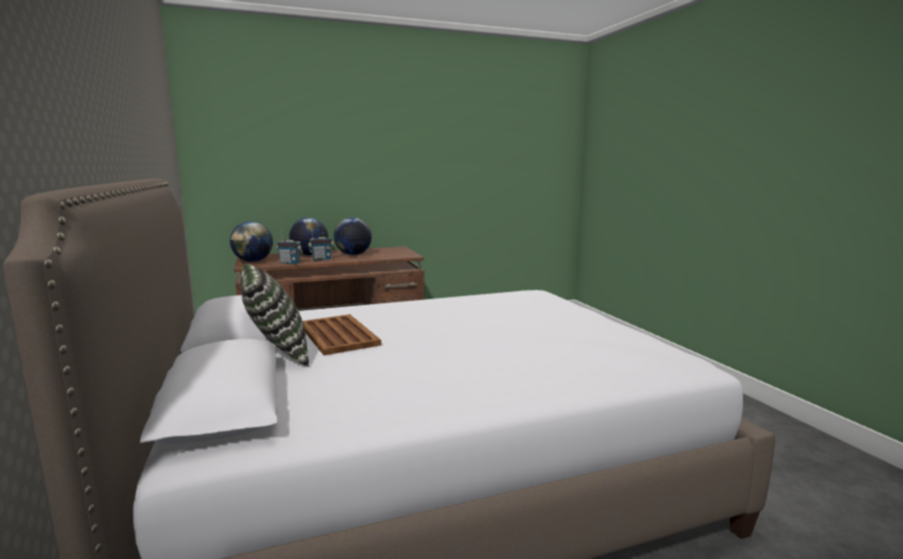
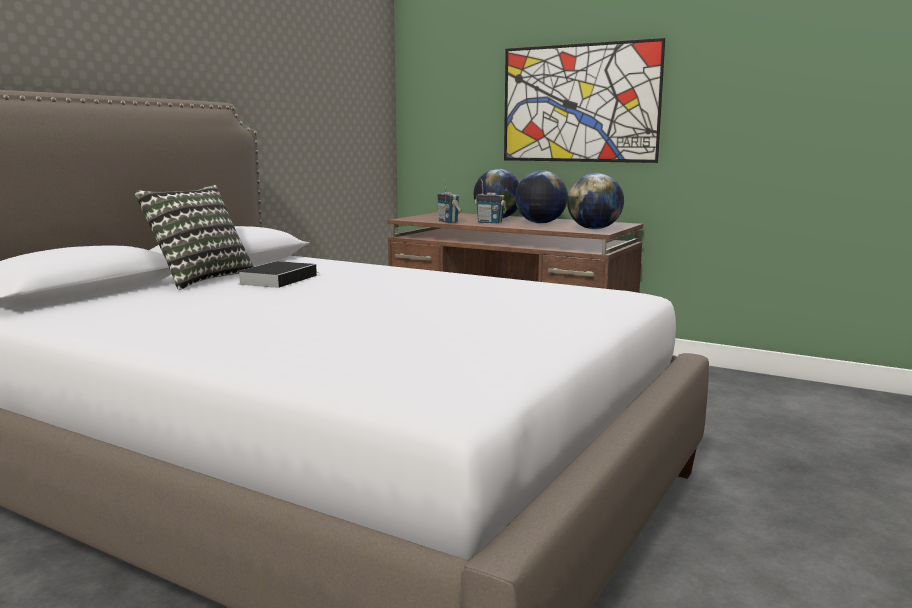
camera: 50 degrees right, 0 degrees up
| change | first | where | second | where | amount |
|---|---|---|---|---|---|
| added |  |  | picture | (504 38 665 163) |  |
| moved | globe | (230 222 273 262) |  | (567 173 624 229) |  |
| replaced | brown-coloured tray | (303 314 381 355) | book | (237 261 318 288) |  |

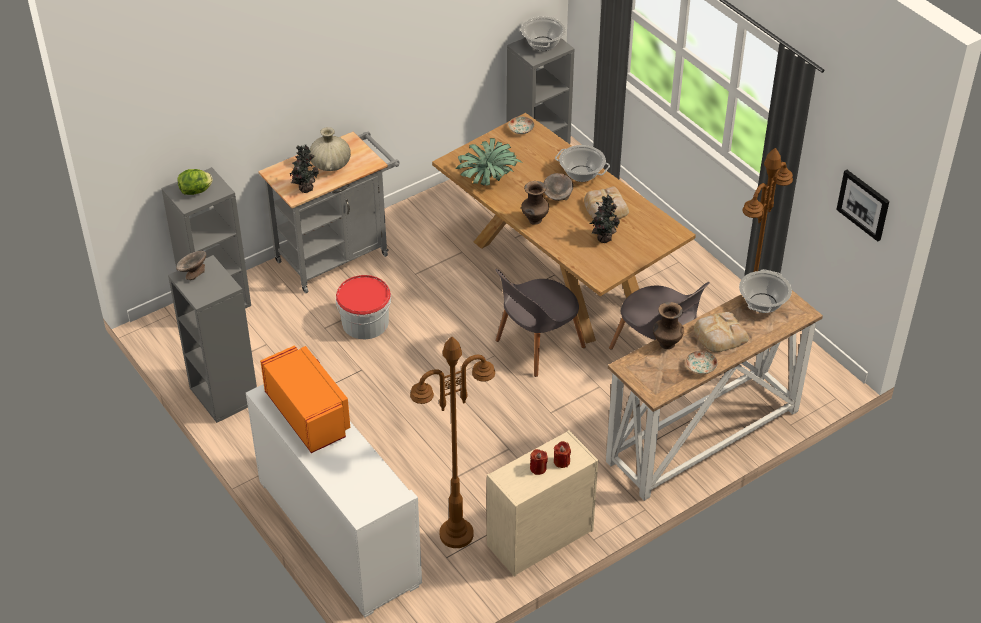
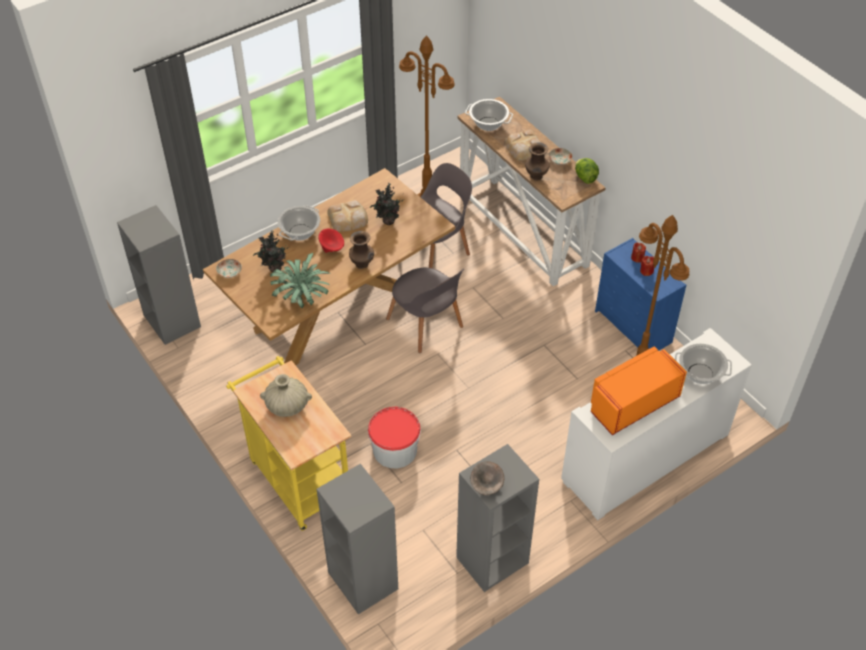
camera: 90 degrees left, 5 degrees up
| change | first | where | second | where | amount |
|---|---|---|---|---|---|
| removed | picture | (836 170 889 241) |  |  |  |
| moved | lettuce head | (178 169 213 195) |  | (575 158 599 184) |  |
| moved | houseplant | (289 144 318 193) |  | (253 230 289 272) |  |
| moved | cooking pot | (521 16 566 51) |  | (675 344 732 384) |  |
| recoloured | gray wheeled cart | (258 131 400 293) | yellowish wheeled cart | (226 356 351 531) |  |
| recoloured | beige drawer chest | (487 430 598 577) | blue-coloured drawer chest | (595 238 686 351) |  |
| recoloured | gray bowl | (544 173 573 201) | red bowl | (318 228 344 253) |  |

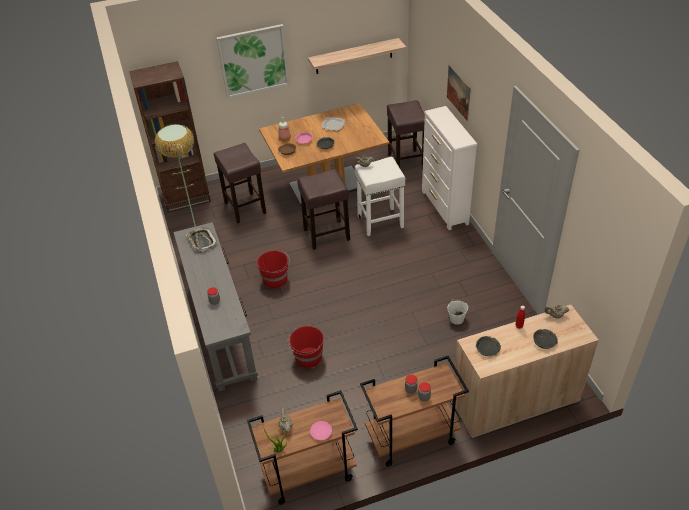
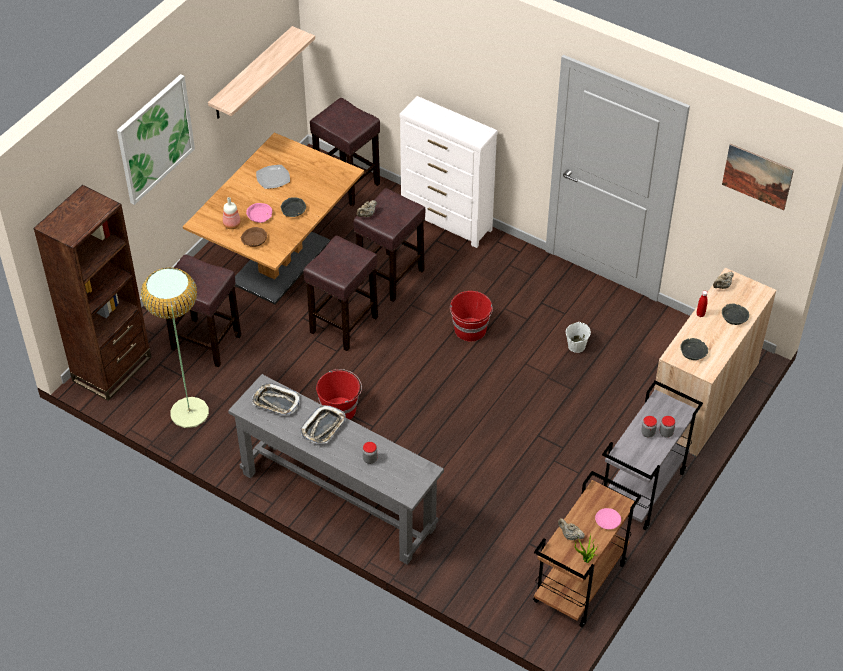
camera: 40 degrees left, 5 degrees up
| change | first | where | second | where | amount |
|---|---|---|---|---|---|
| added |  |  | tray | (300 405 346 444) |  |
| moved | red pail | (288 326 324 368) |  | (450 291 493 341) |  |
| moved | picture | (447 65 471 121) |  | (722 144 794 210) |  |
| recoloured | whitish stool | (355 157 405 236) | brown-coloured stool | (353 188 426 302) |  |
| recoloured | brown-coloured wheeled cart | (360 356 469 467) | gray wheeled cart | (602 380 703 530) |  |

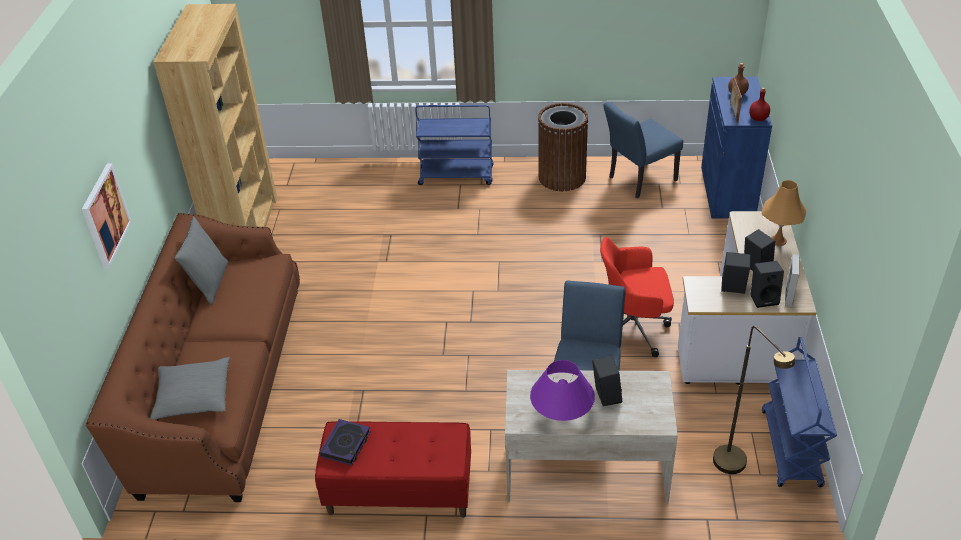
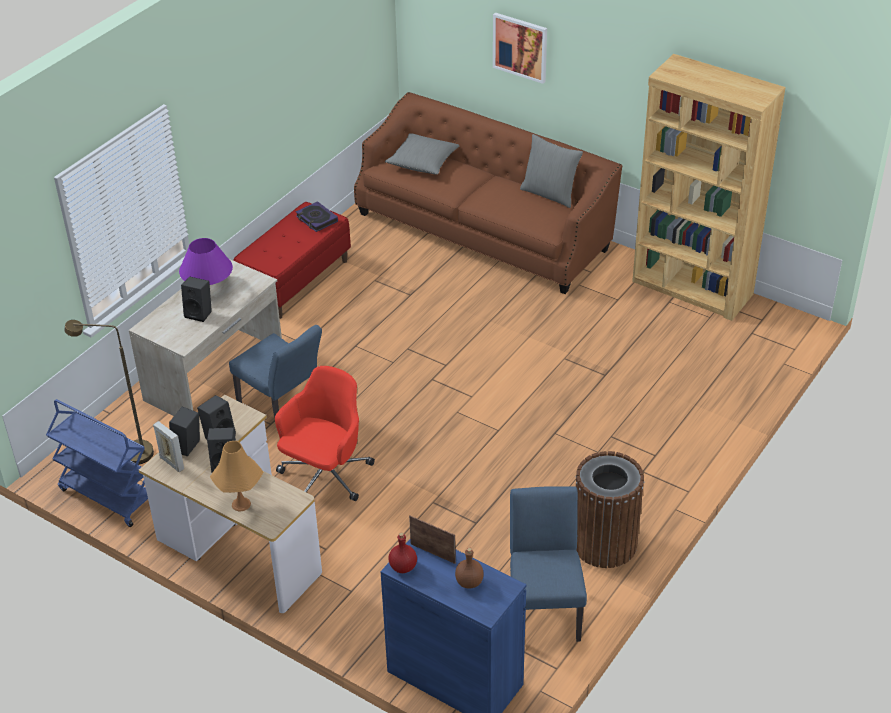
camera: 120 degrees right, 0 degrees up
| change | first | where | second | where | amount |
|---|---|---|---|---|---|
| removed | blue-coloured wheeled cart | (415 105 494 185) |  |  |  |

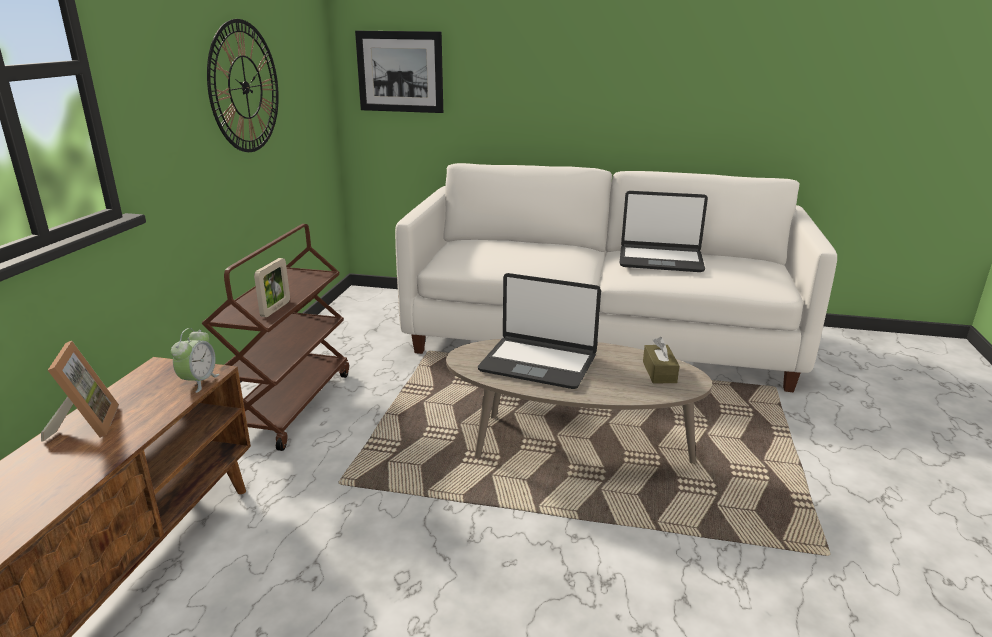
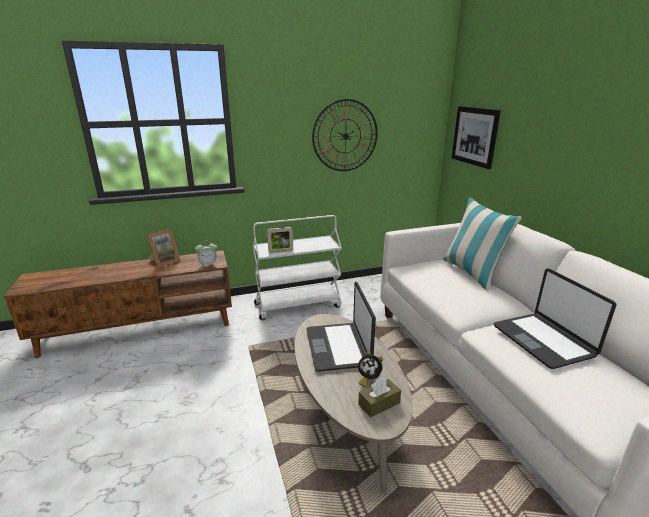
camera: 60 degrees right, 0 degrees up
| change | first | where | second | where | amount |
|---|---|---|---|---|---|
| added |  |  | alarm clock | (358 351 383 387) |  |
| added |  |  | throw pillow | (443 197 522 291) |  |
| recoloured | brown-coloured wheeled cart | (202 224 349 451) | whitish wheeled cart | (253 215 342 320) |  |

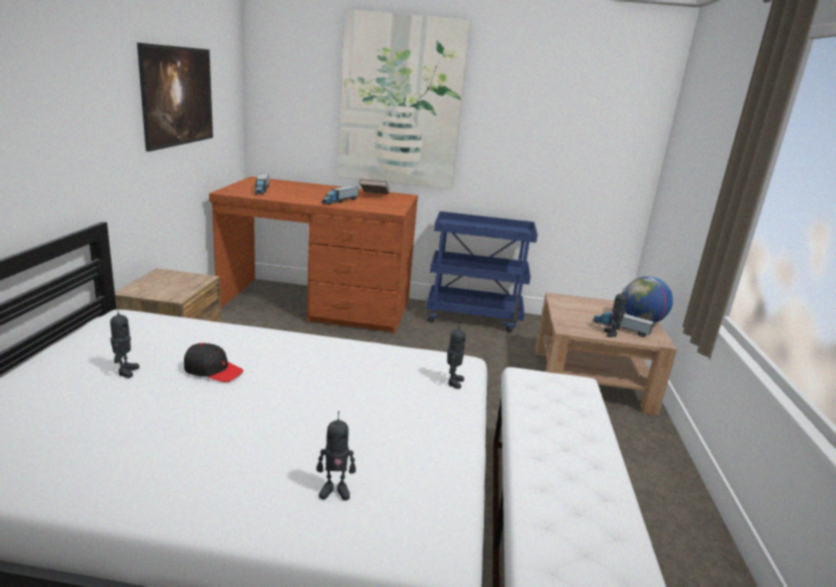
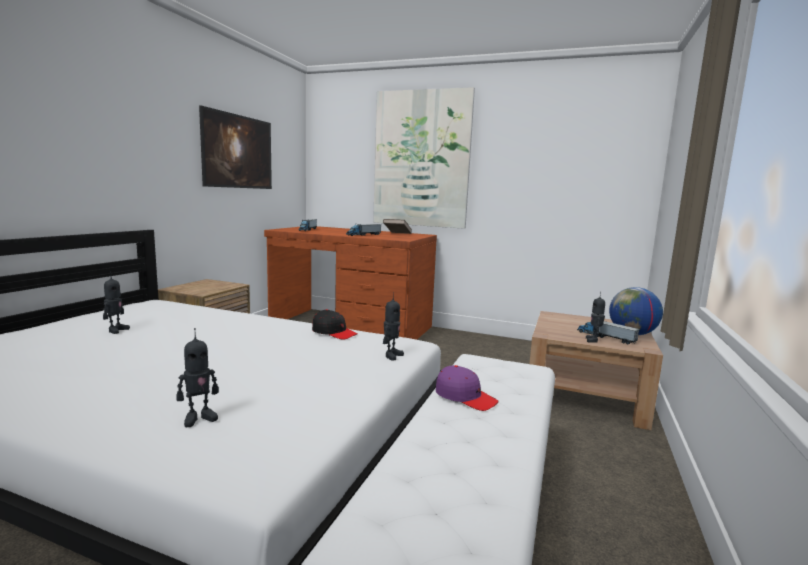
camera: 15 degrees right, 10 degrees down
| change | first | where | second | where | amount |
|---|---|---|---|---|---|
| removed | blue-coloured wheeled cart | (426 211 538 332) |  |  |  |
| added |  |  | purplish peaked cap | (436 365 499 411) |  |
| moved | black-coloured peaked cap | (184 343 243 382) |  | (312 309 358 340) |  |
| turned | robot figure | (317 411 356 500) |  | (176 328 219 427) | 45 degrees counterclockwise |

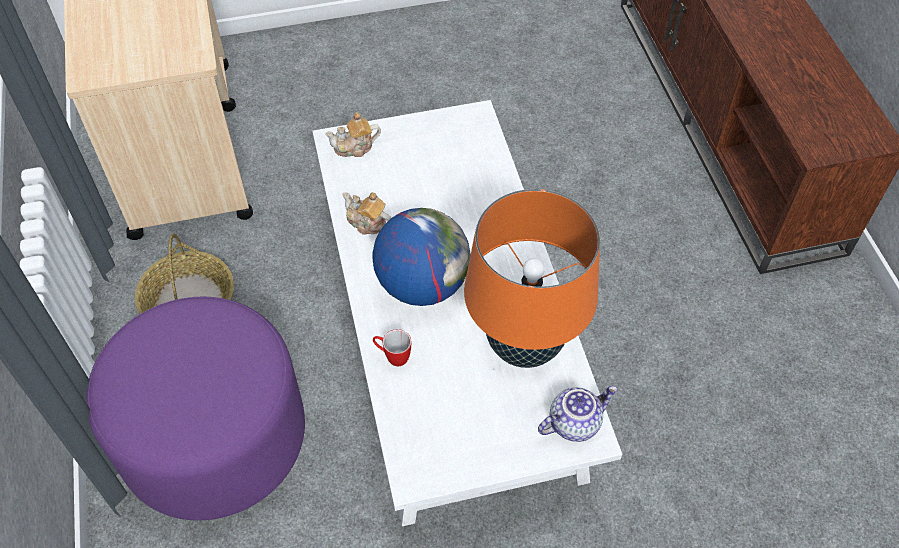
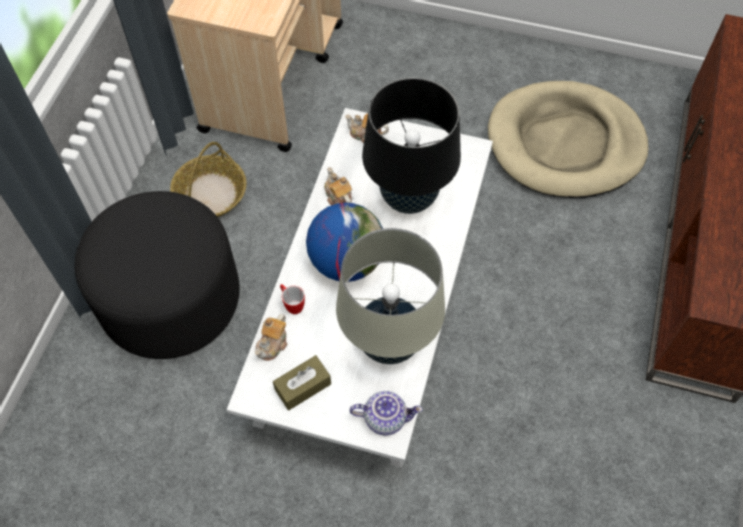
camera: 30 degrees right, 5 degrees up
| change | first | where | second | where | amount |
|---|---|---|---|---|---|
| added |  |  | teapot | (254 314 287 361) |  |
| added |  |  | brown-coloured box of tissues | (273 355 331 410) |  |
| added |  |  | black-coloured lamp for a table | (362 78 461 214) |  |
| added |  |  | beige pet bed | (488 81 648 198) |  |
| recoloured | purplish ottoman | (86 297 305 520) | black-coloured ottoman | (75 191 240 359) |  |
| recoloured | orange lamp for a table | (464 189 600 368) | beige lamp for a table | (336 228 445 364) |  |

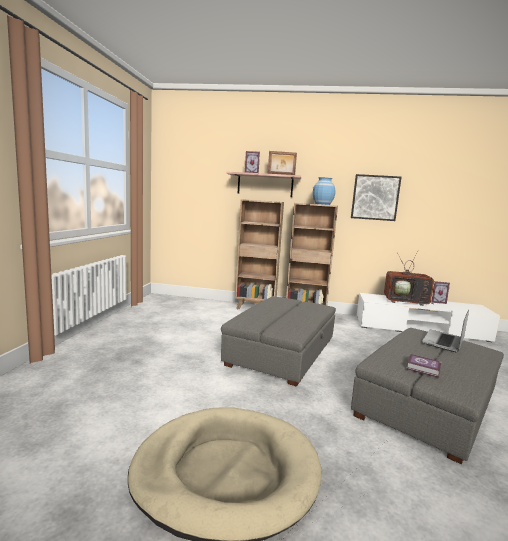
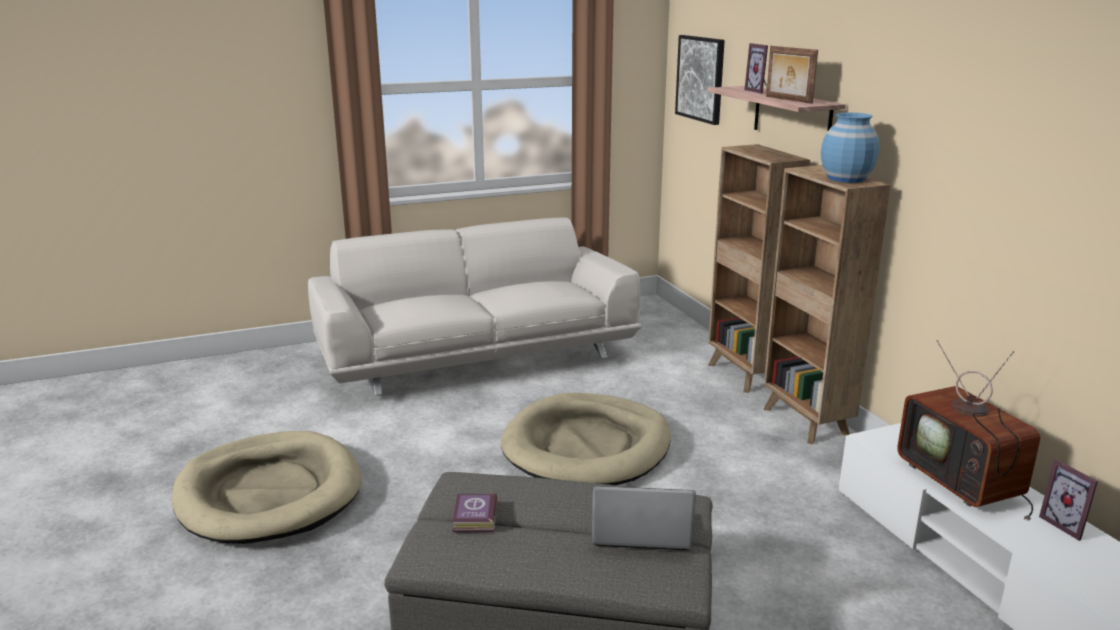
camera: 60 degrees right, 10 degrees up
| change | first | where | second | where | amount |
|---|---|---|---|---|---|
| added |  |  | whitish couch | (308 217 642 395) |  |
| moved | picture | (351 174 402 221) |  | (675 35 725 125) |  |
| replaced | gray ottoman | (221 296 336 386) | beige pet bed | (501 393 671 485) |  |

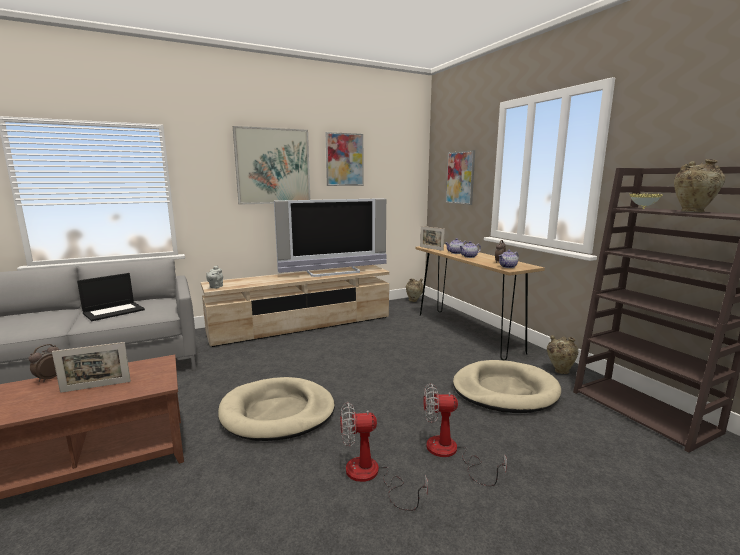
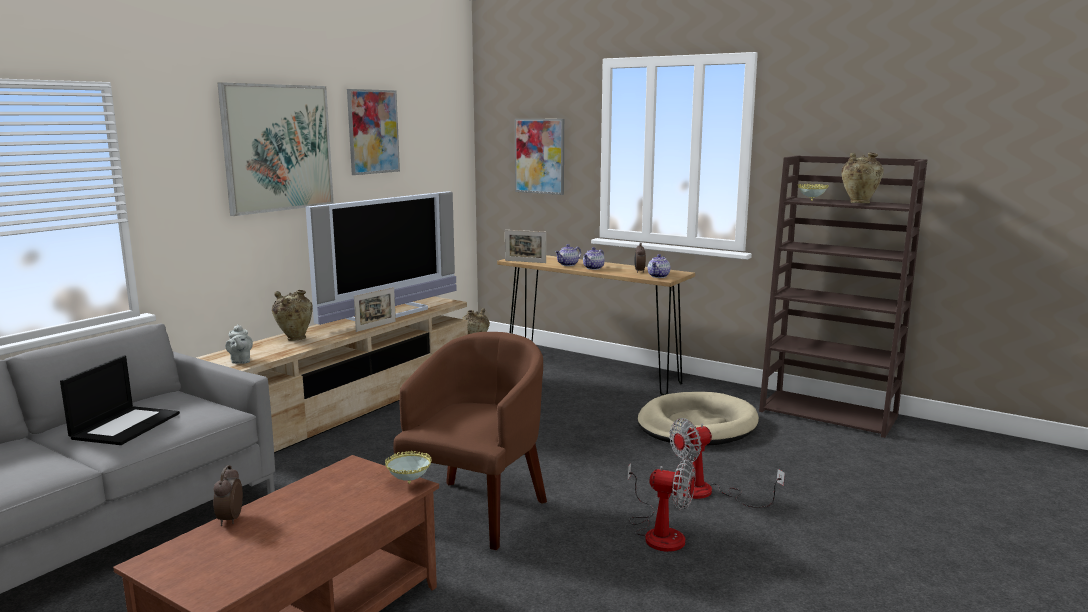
camera: 30 degrees left, 0 degrees up
| change | first | where | second | where | amount |
|---|---|---|---|---|---|
| added |  |  | bowl | (385 451 432 484) |  |
| moved | standing frame | (52 342 131 393) |  | (354 287 396 332) |  |
| moved | beige vase | (547 335 578 374) |  | (272 290 313 341) |  |
| replaced | beige pet bed | (218 377 335 441) | brown-coloured lounge chair | (393 332 547 550) |  |
| turned | electric fan | (340 402 428 511) |  | (628 459 696 552) | 120 degrees counterclockwise |

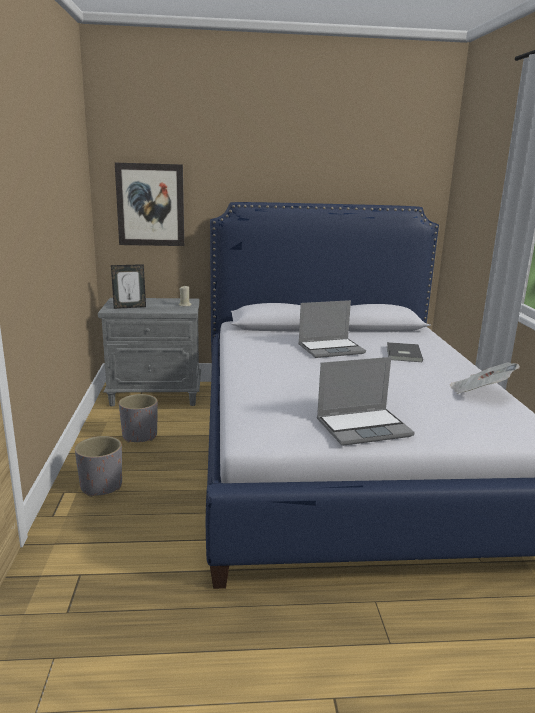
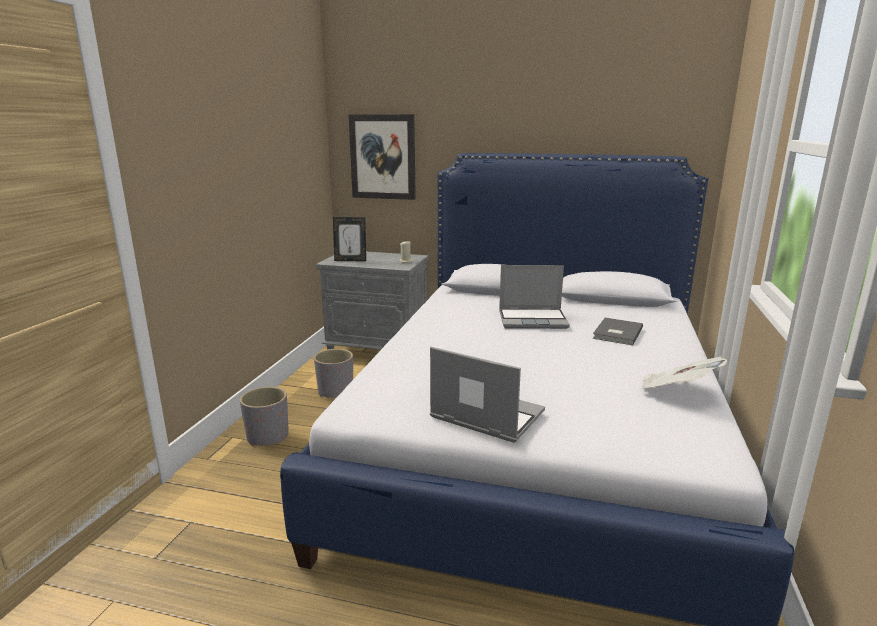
camera: 20 degrees right, 0 degrees up
| change | first | where | second | where | amount |
|---|---|---|---|---|---|
| turned | portable computer | (317 357 415 446) |  | (430 347 545 443) | 150 degrees counterclockwise |

